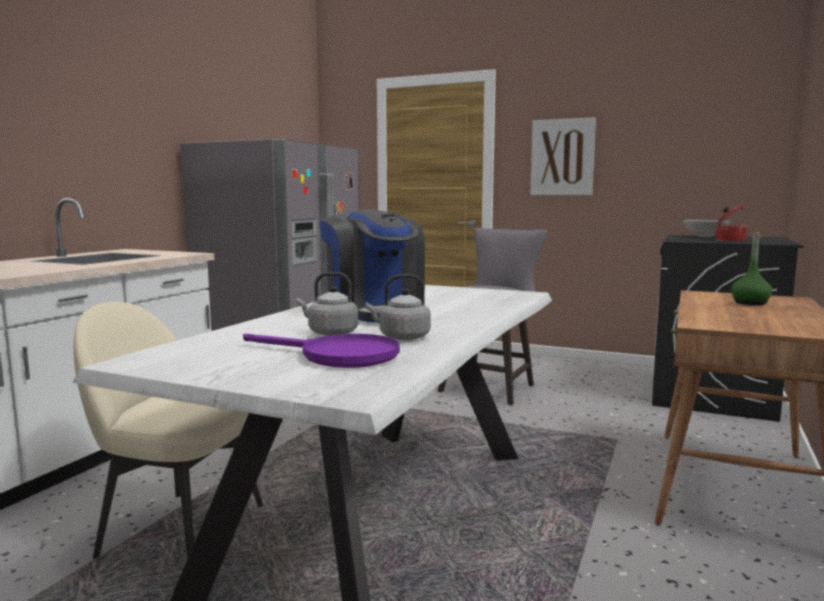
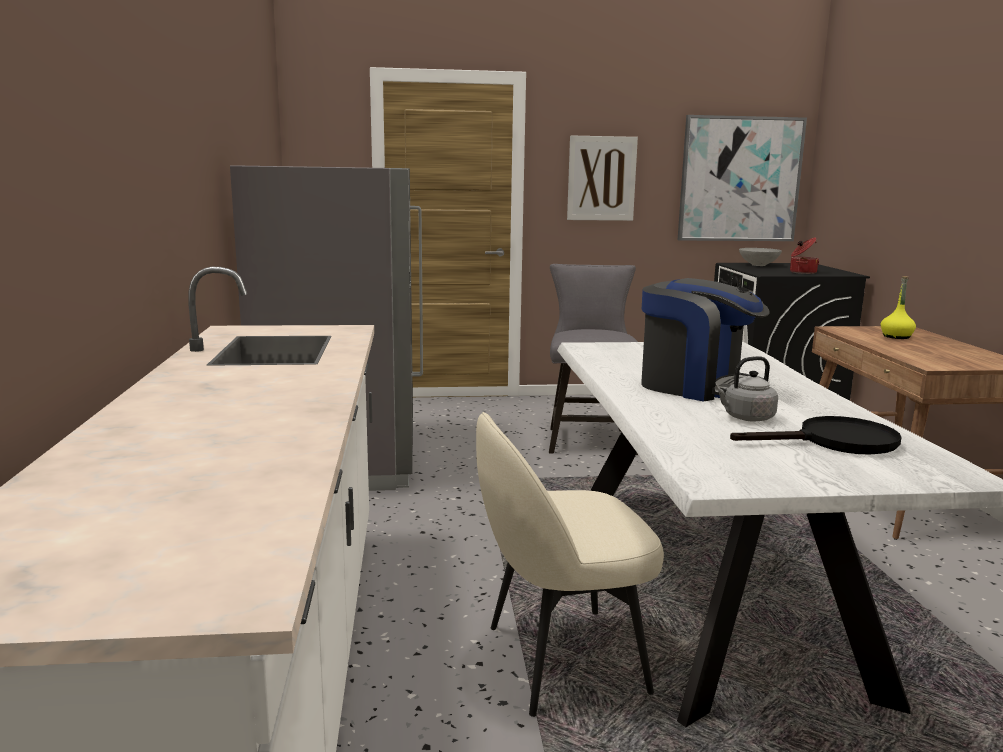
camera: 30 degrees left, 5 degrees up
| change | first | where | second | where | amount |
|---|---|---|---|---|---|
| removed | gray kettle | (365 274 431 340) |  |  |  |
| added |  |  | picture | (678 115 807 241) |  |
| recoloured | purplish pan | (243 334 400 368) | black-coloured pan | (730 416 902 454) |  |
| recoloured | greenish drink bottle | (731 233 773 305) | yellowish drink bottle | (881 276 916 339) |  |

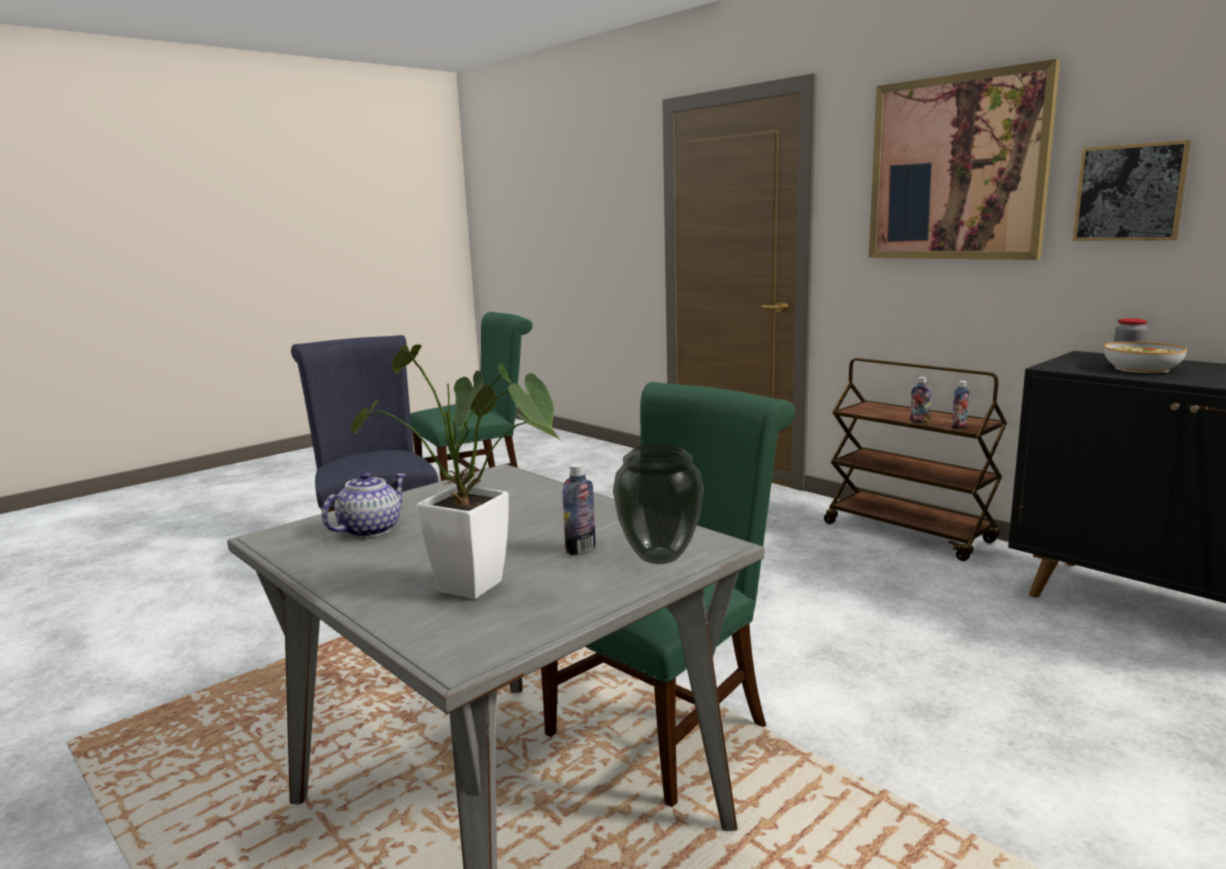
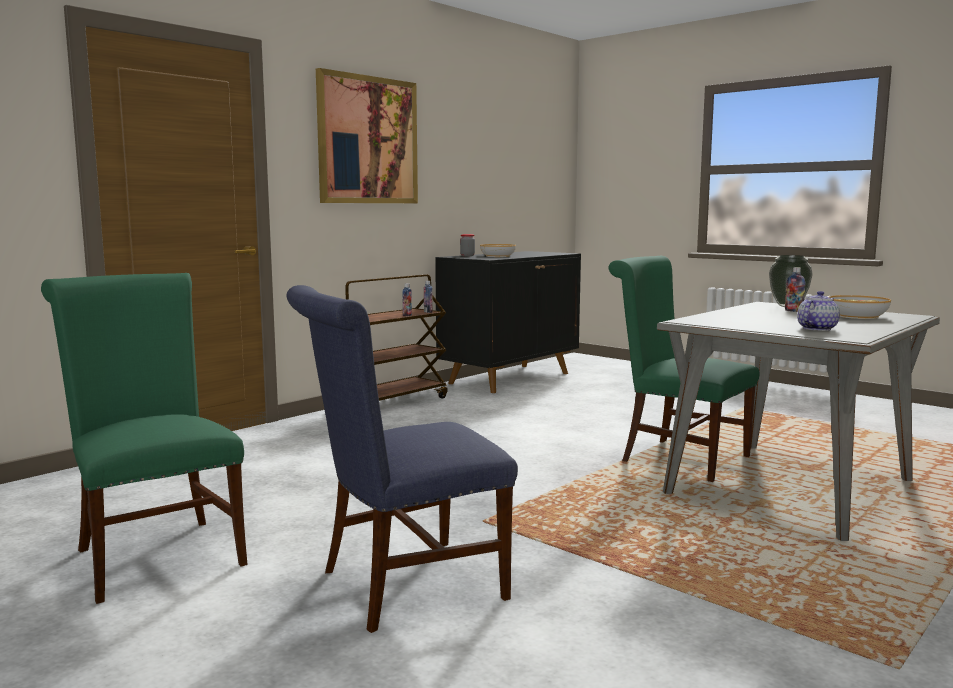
camera: 95 degrees left, 5 degrees down
| change | first | where | second | where | amount |
|---|---|---|---|---|---|
| removed | picture | (1072 140 1191 241) |  |  |  |
| replaced | houseplant | (350 345 562 599) | bowl | (829 295 891 319) |  |
| turned | teapot | (322 472 406 538) |  | (797 291 840 331) | 105 degrees clockwise |

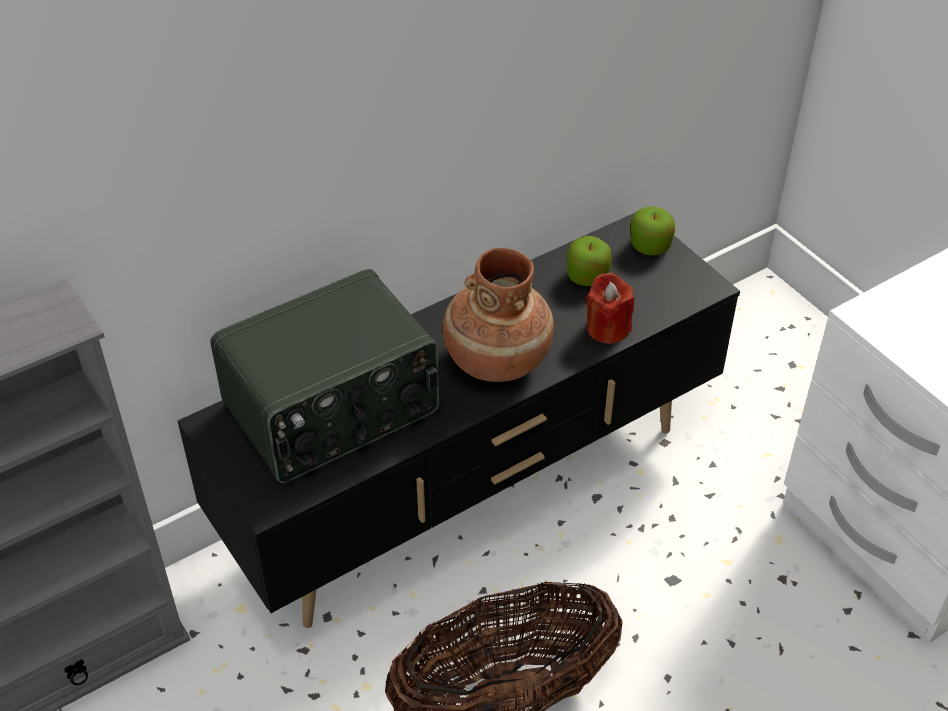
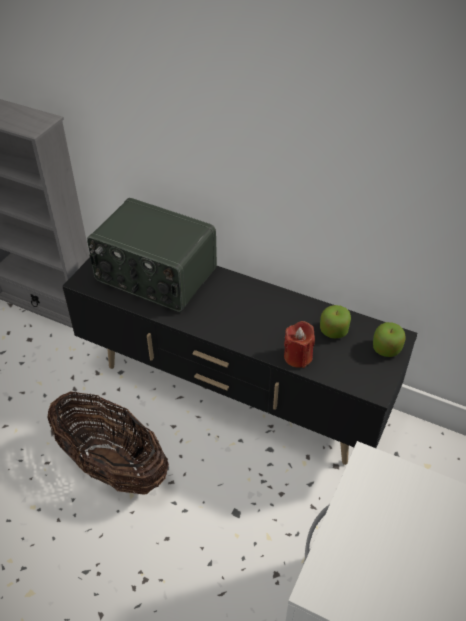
camera: 60 degrees right, 0 degrees up
| change | first | where | second | where | amount |
|---|---|---|---|---|---|
| removed | brown-coloured vase | (443 248 554 382) |  |  |  |

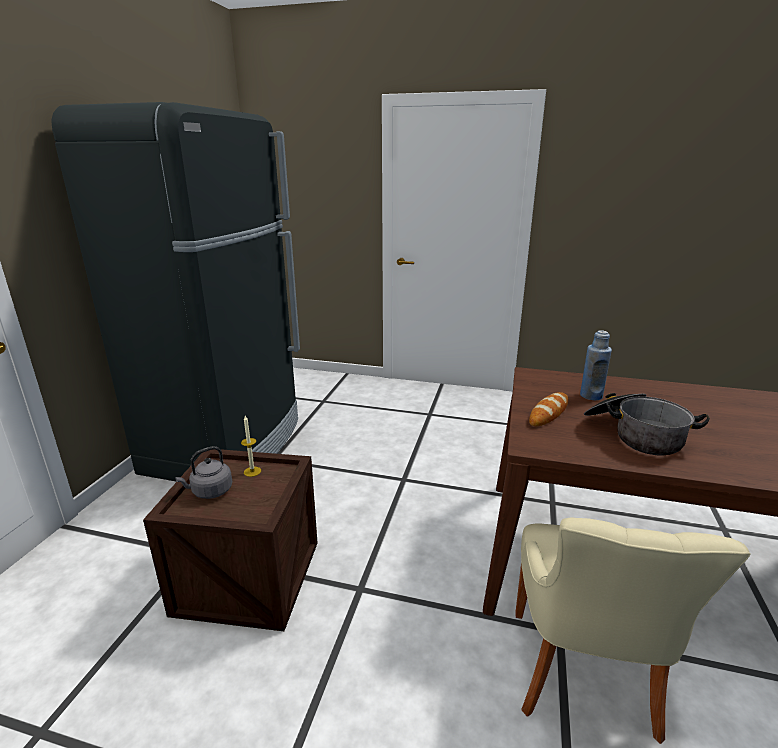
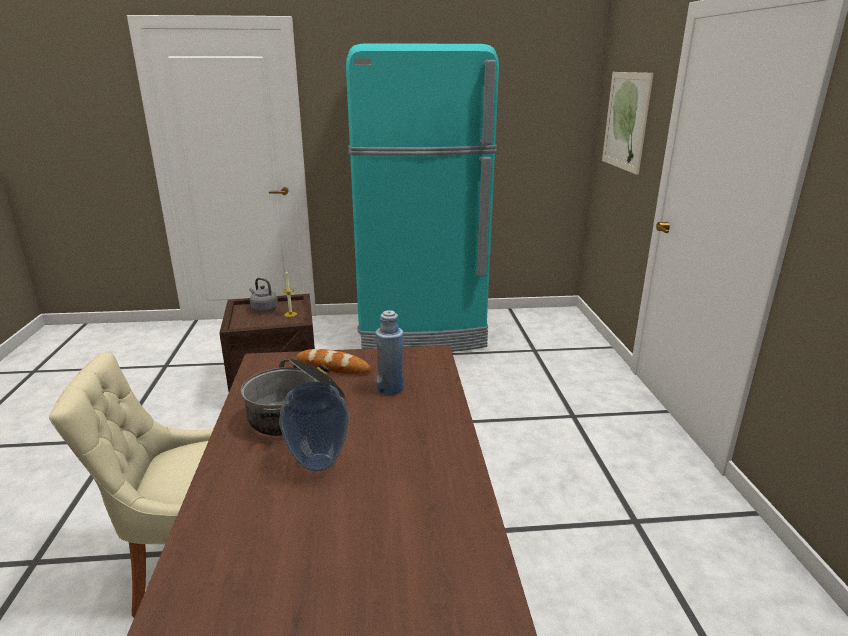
camera: 70 degrees right, 0 degrees up
| change | first | where | second | where | amount |
|---|---|---|---|---|---|
| added |  |  | vase | (279 382 349 472) |  |
| added |  |  | picture | (602 72 653 175) |  |
| recoloured | black-coloured kitchen fridge | (51 102 300 482) | turquoise-coloured kitchen fridge | (346 43 499 352) |  |

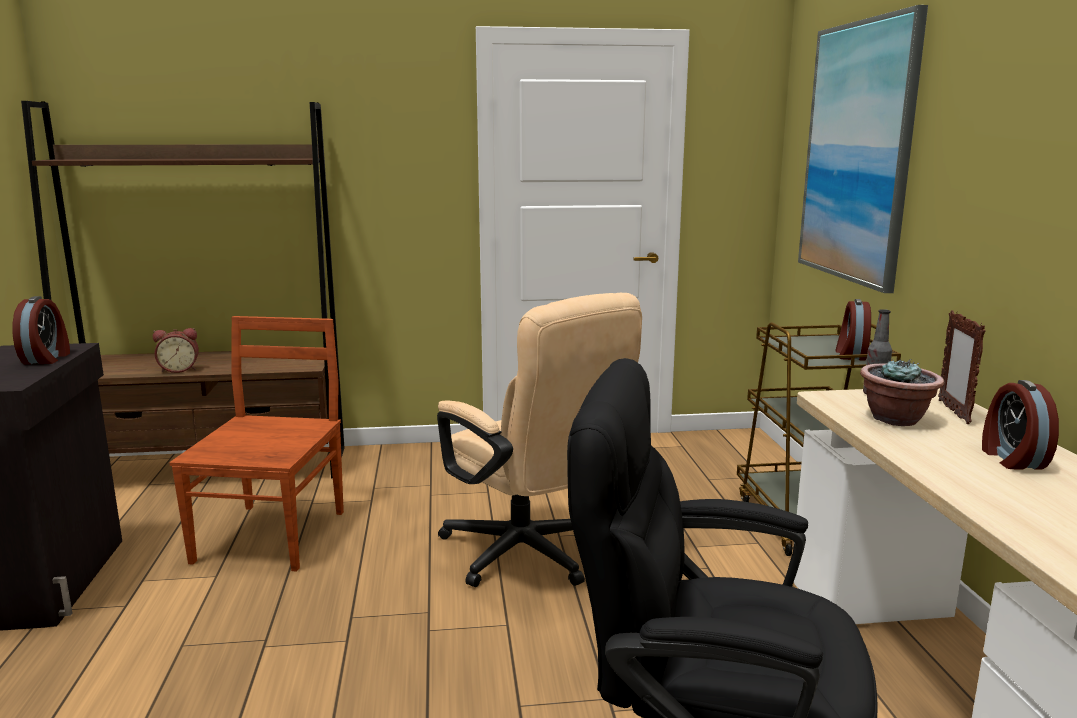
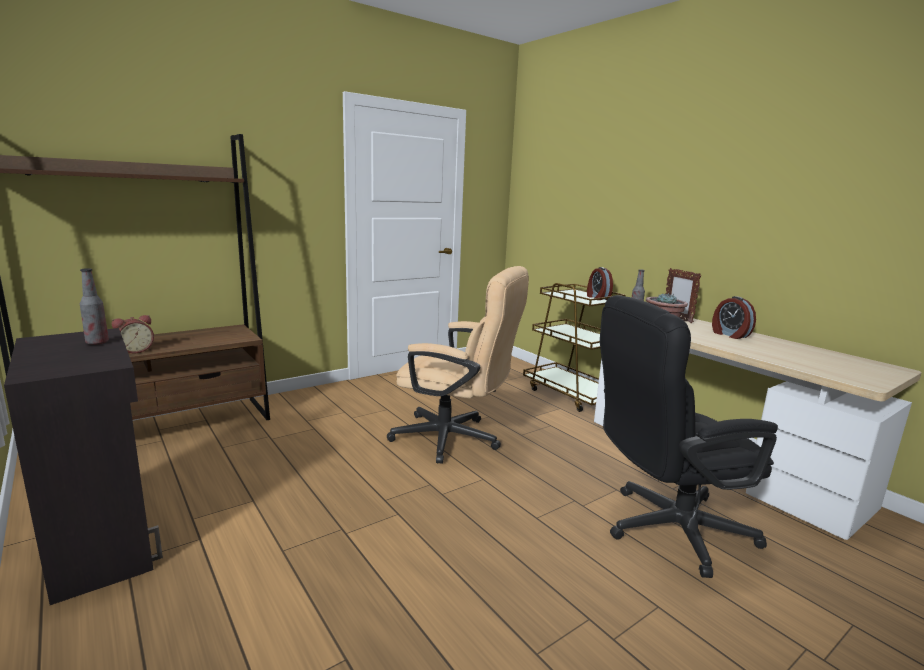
camera: 30 degrees left, 0 degrees up
| change | first | where | second | where | amount |
|---|---|---|---|---|---|
| removed | brown-coloured chair | (169 316 344 571) |  |  |  |
| removed | picture | (798 5 928 293) |  |  |  |
| replaced | alarm clock | (12 296 70 365) | drink bottle | (80 268 109 345) |  |

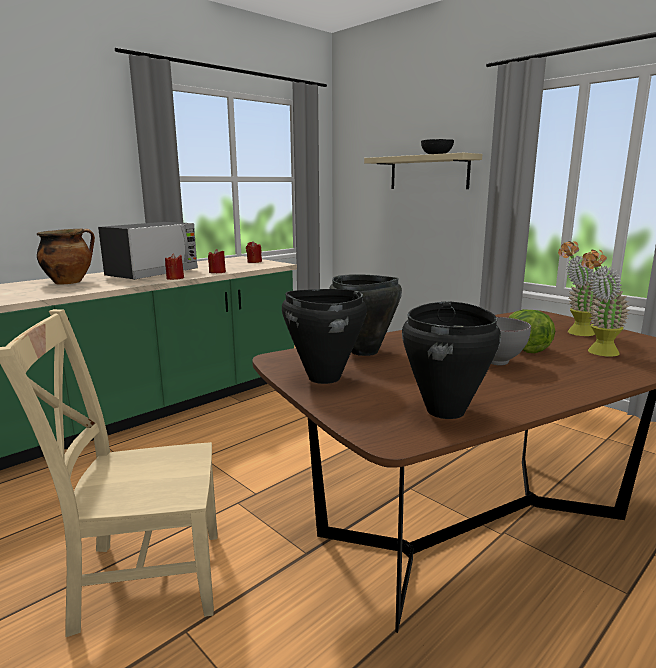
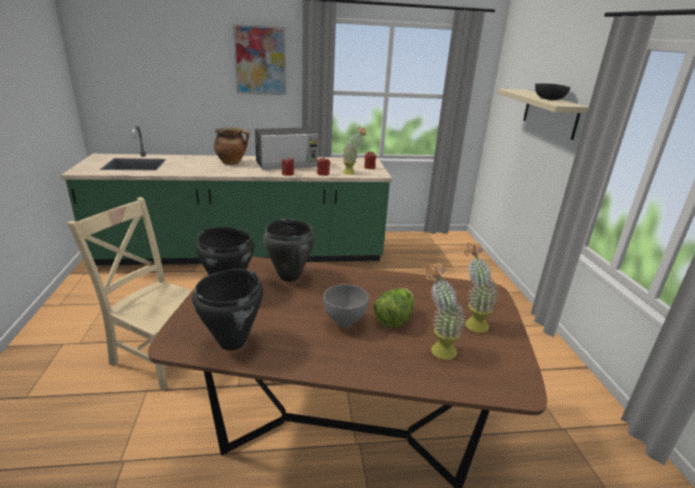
camera: 35 degrees right, 10 degrees up
| change | first | where | second | where | amount |
|---|---|---|---|---|---|
| added |  |  | picture | (233 24 286 95) |  |
| added |  |  | houseplant | (342 127 366 175) |  |

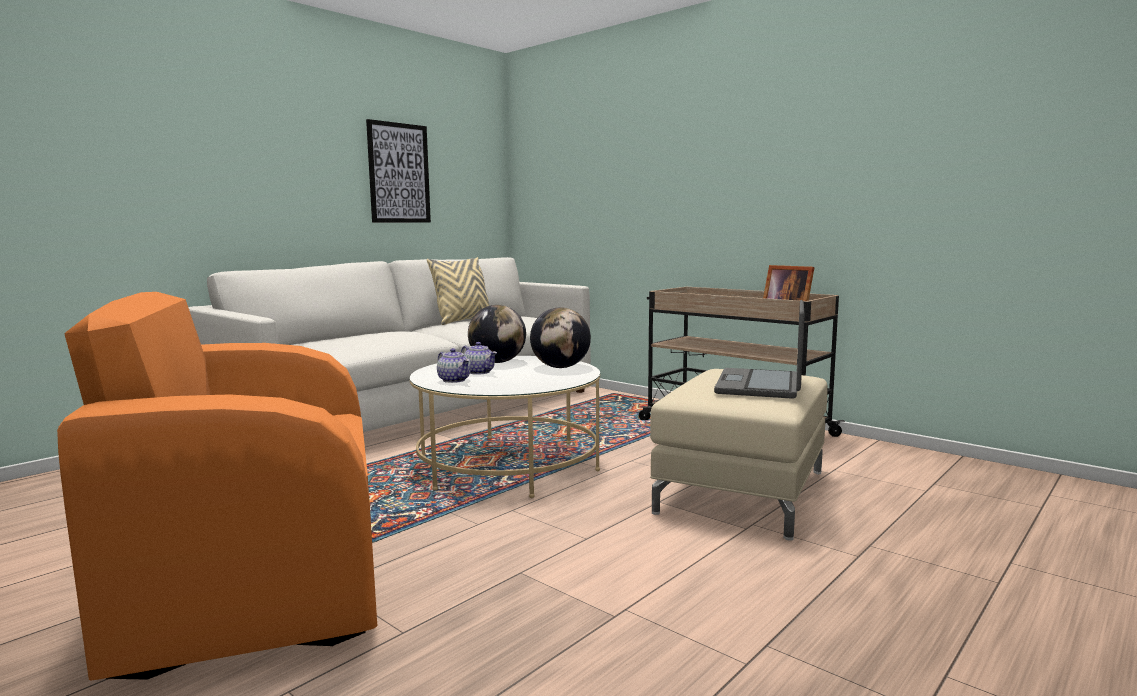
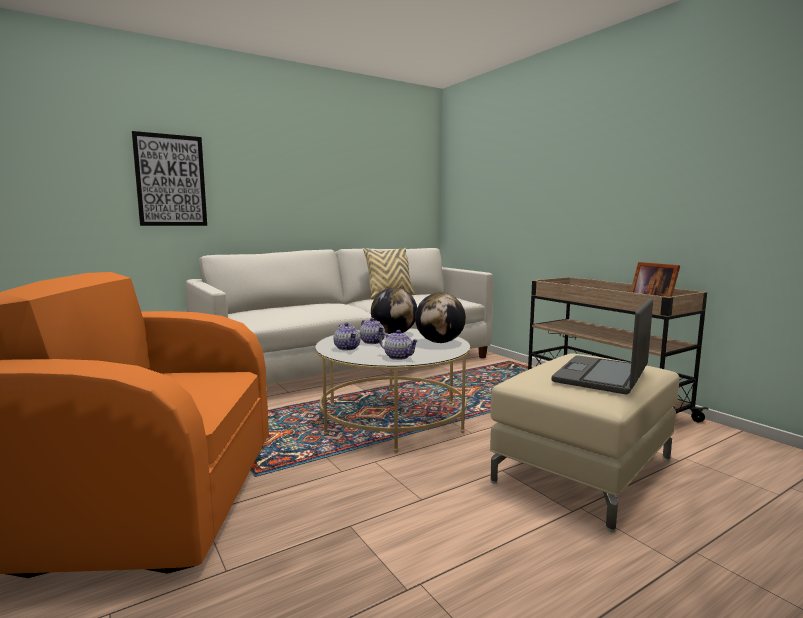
camera: 15 degrees right, 0 degrees up
| change | first | where | second | where | amount |
|---|---|---|---|---|---|
| added |  |  | teapot | (379 330 419 360) |  |
| moved | picture | (366 119 431 223) |  | (132 131 207 226) |  |

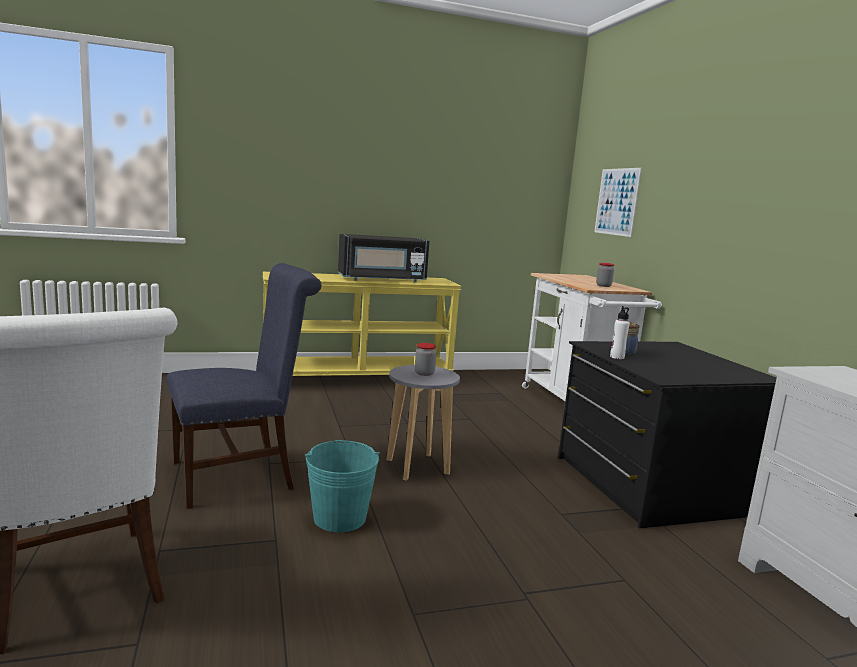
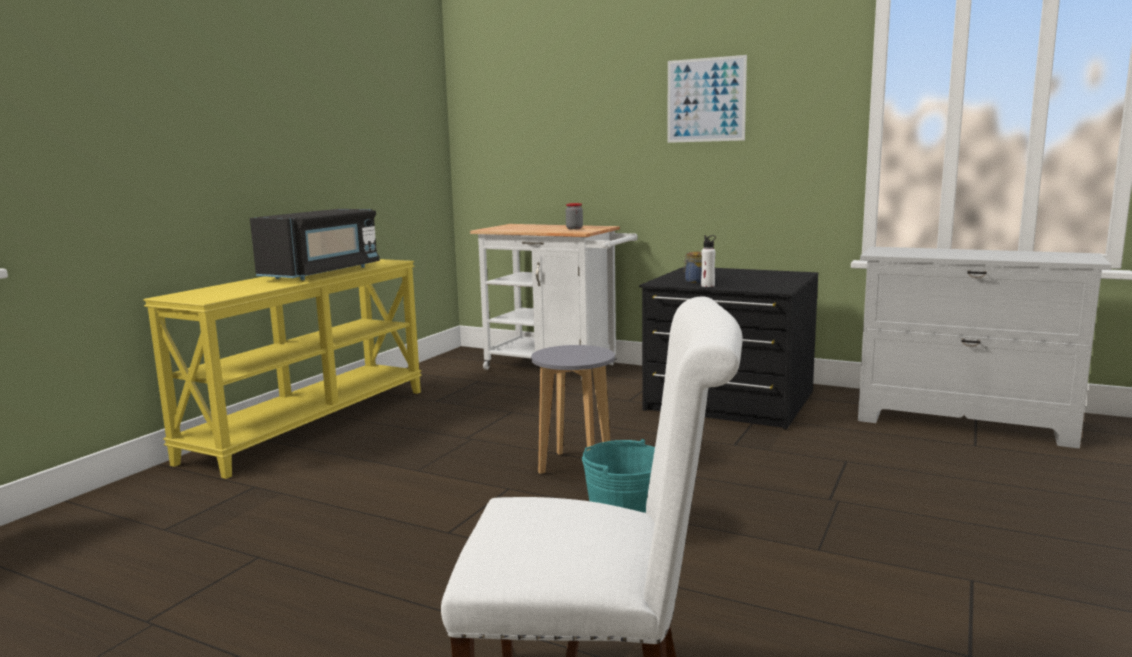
camera: 45 degrees left, 0 degrees up
| change | first | where | second | where | amount |
|---|---|---|---|---|---|
| removed | blue-coloured chair | (166 263 322 509) |  |  |  |
| removed | jar | (415 343 437 376) |  |  |  |
| moved | picture | (594 168 642 237) |  | (667 55 747 143) |  |

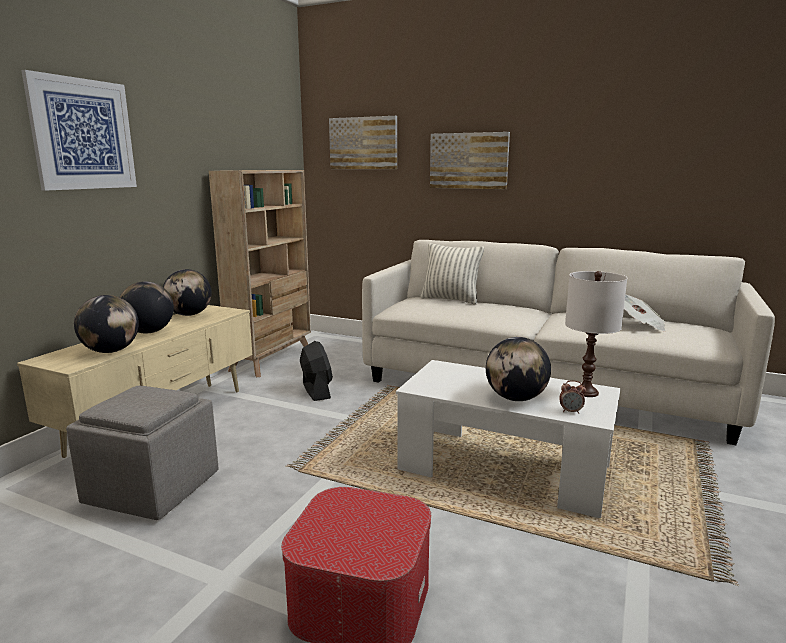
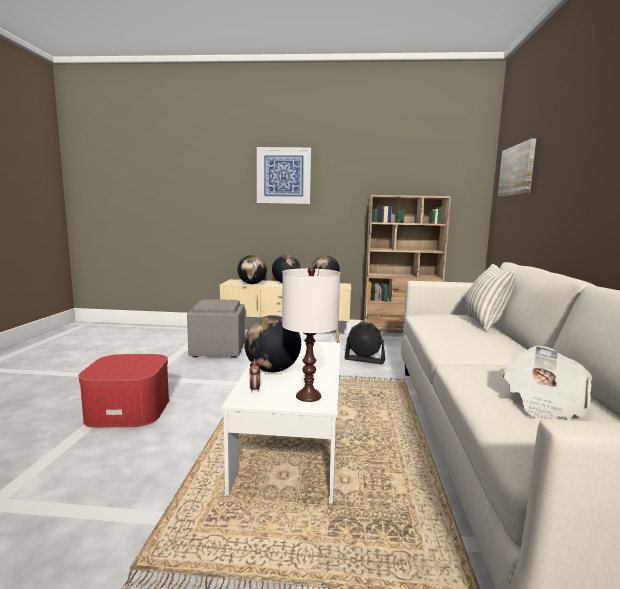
camera: 70 degrees right, 5 degrees down
| change | first | where | second | where | amount |
|---|---|---|---|---|---|
| removed | picture | (430 132 510 189) |  |  |  |
| turned | black-coloured electric fan | (300 341 333 401) |  | (344 322 385 364) | 60 degrees clockwise |

